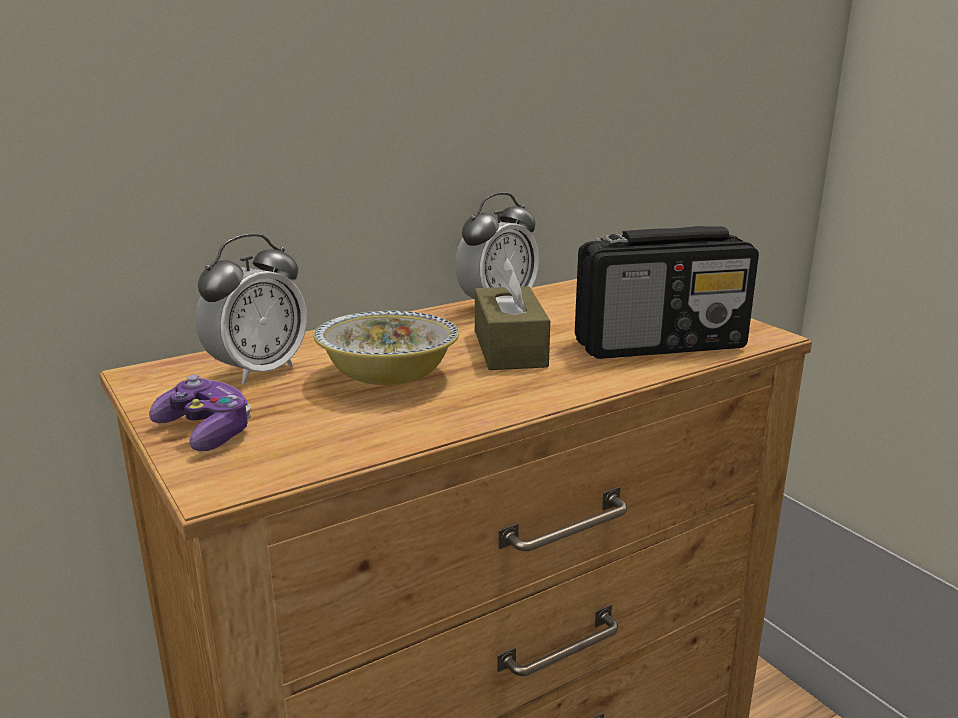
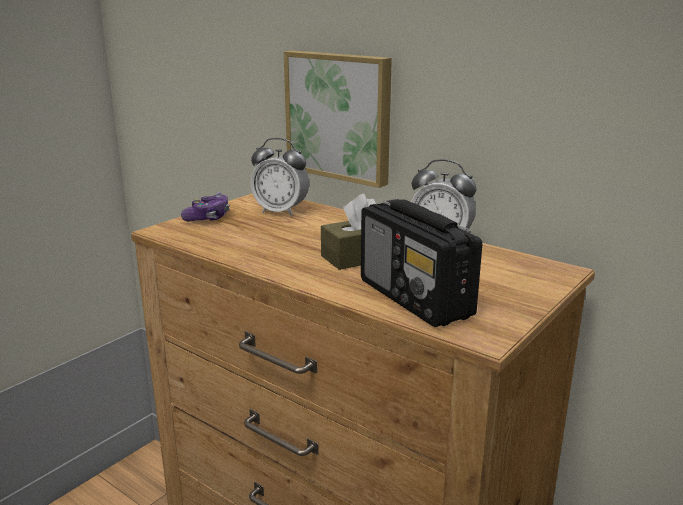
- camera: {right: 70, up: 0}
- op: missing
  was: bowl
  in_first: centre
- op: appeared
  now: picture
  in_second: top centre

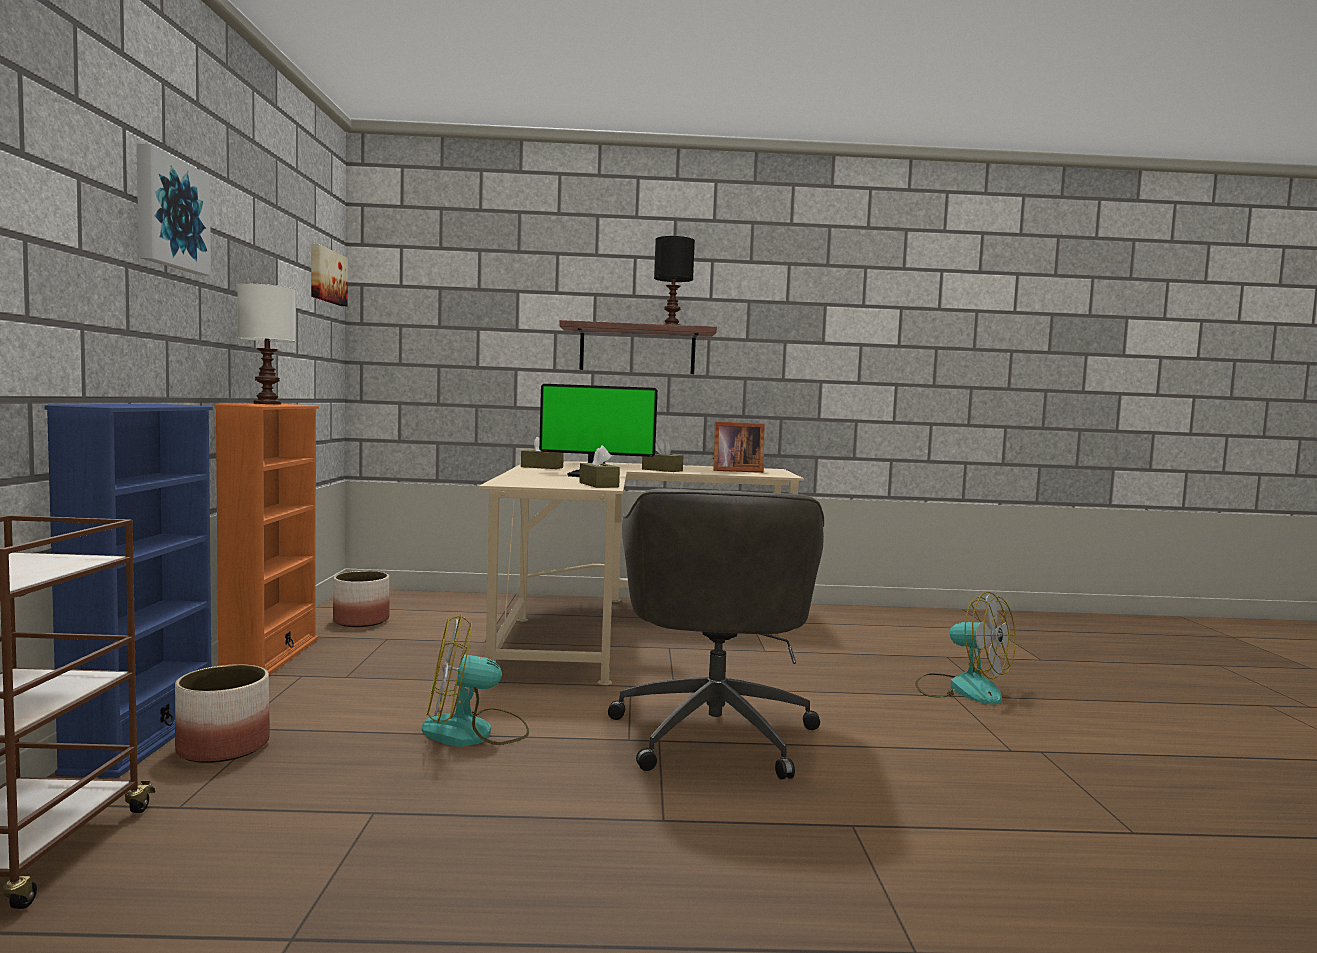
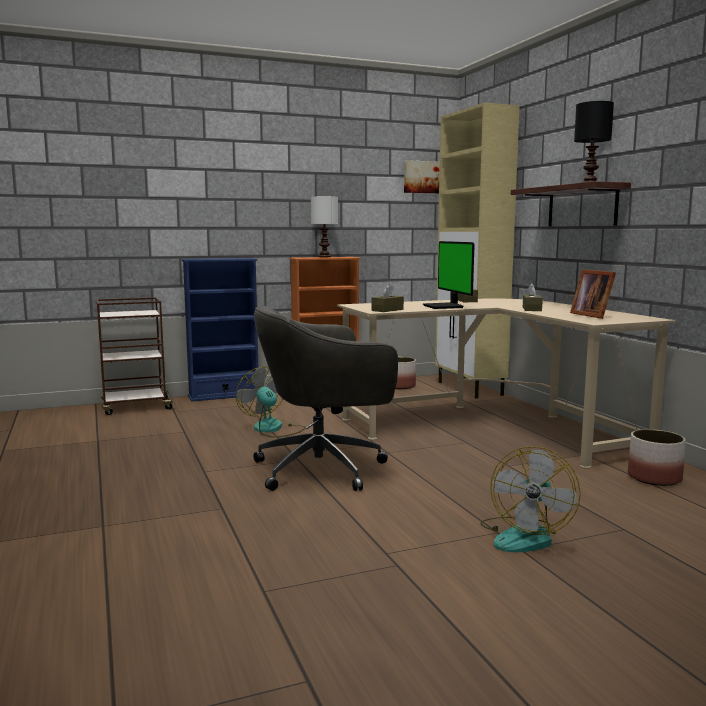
- camera: {right: 70, up: 5}
- op: missing
  was: picture (no. 1 from left)
  in_first: top left
- op: relocated
  was: planter (no. 1 from left in the first image)
  now: planter (no. 2 from left)
  in_first: bottom left
  in_second: middle right
- op: appeared
  now: beige cabinet
  in_second: middle right

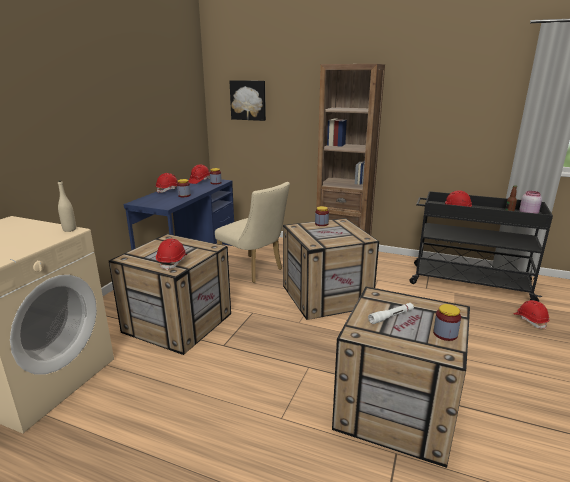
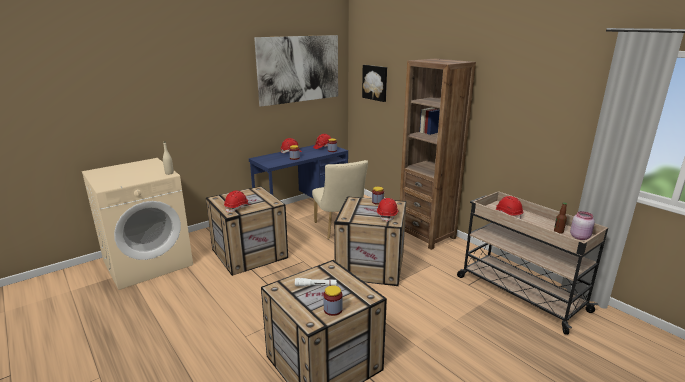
- camera: {right: 30, up: 0}
- op: colour
  was: black cart
  now: beige cart
  in_first: middle right
  in_second: bottom right
- op: relocated
  was: red hard hat (no. 5 from left in the first image)
  now: red hard hat (no. 4 from left)
  in_first: middle right
  in_second: centre
- op: appeared
  now: picture (no. 1 from left)
  in_second: top centre

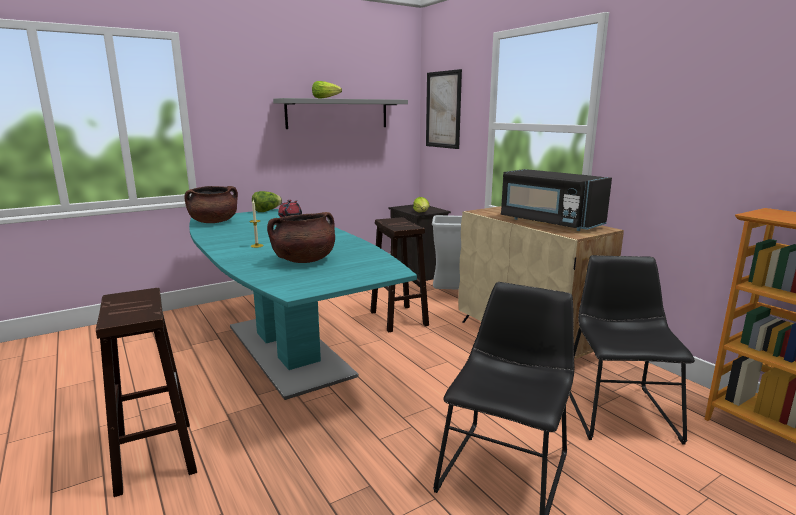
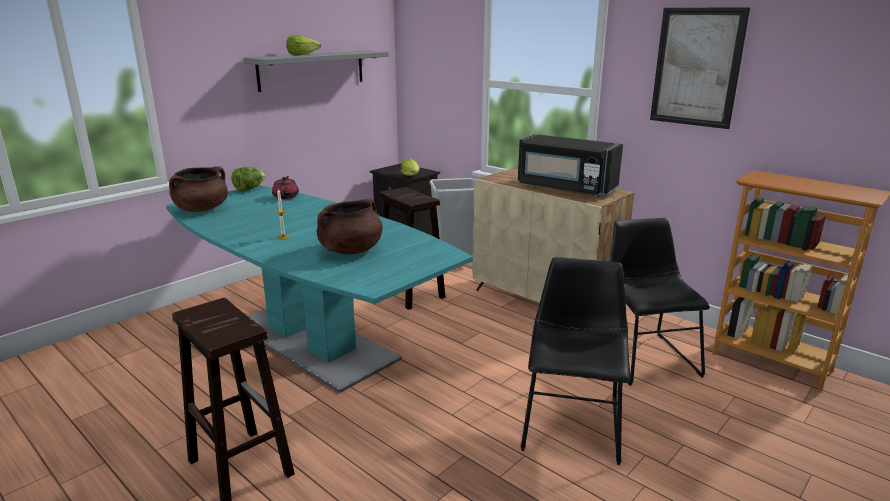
- camera: {right: -15, up: 5}
- op: relocated
  was: picture
  in_first: top centre
  in_second: top right

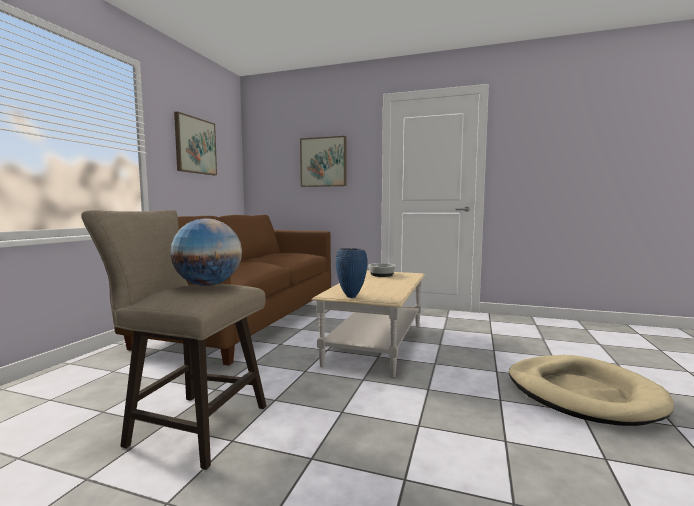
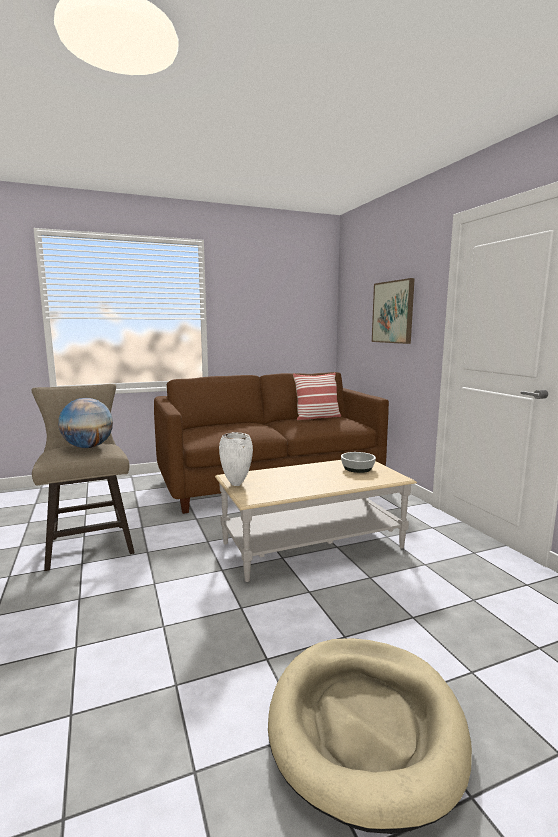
- camera: {right: 50, up: 5}
- op: missing
  was: picture (no. 1 from left)
  in_first: top left
- op: colour
  was: blue vase
  now: white vase
  in_first: centre
  in_second: centre
- op: appeared
  now: pillow
  in_second: centre

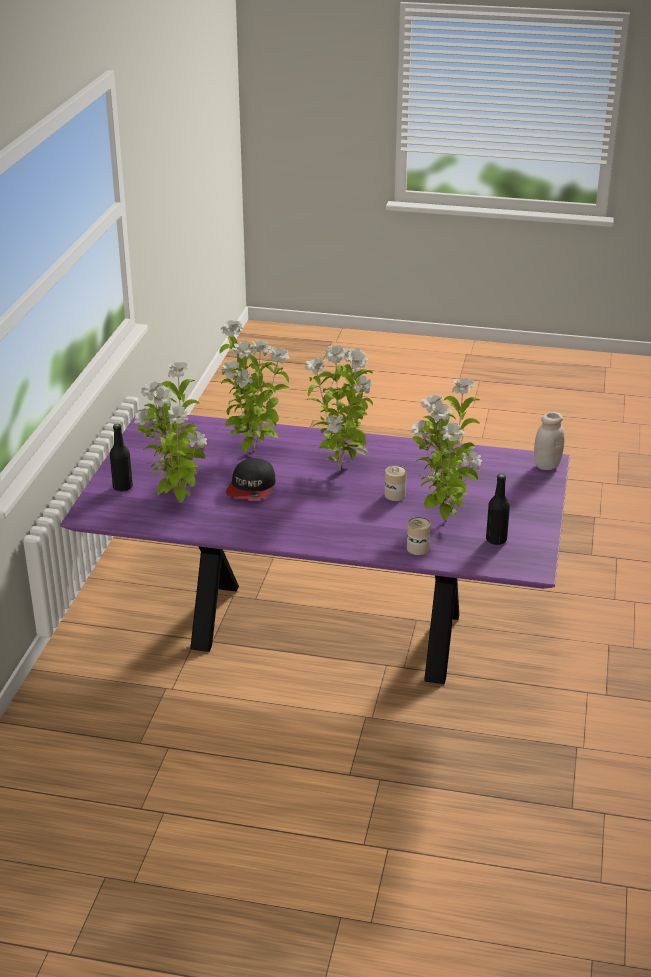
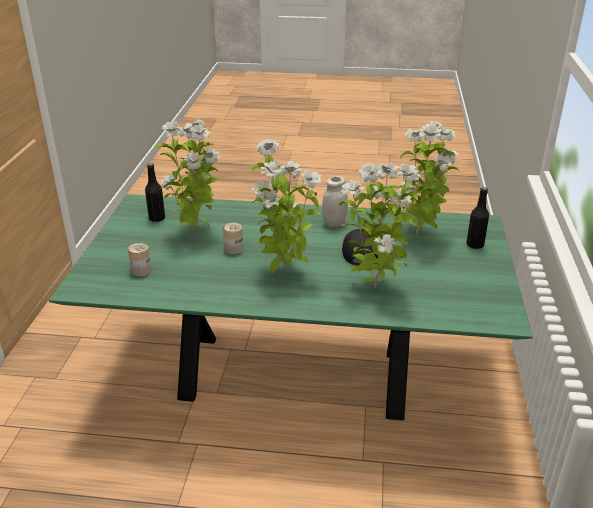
- camera: {right: 175, up: 0}
- op: colour
  was: purple dining table
  now: green dining table
  in_first: centre
  in_second: centre
- op: relocated
  was: white jar
  in_first: middle right
  in_second: centre
- op: relocated
  was: can (no. 2 from left in the first image)
  now: can (no. 1 from left)
  in_first: centre
  in_second: middle left

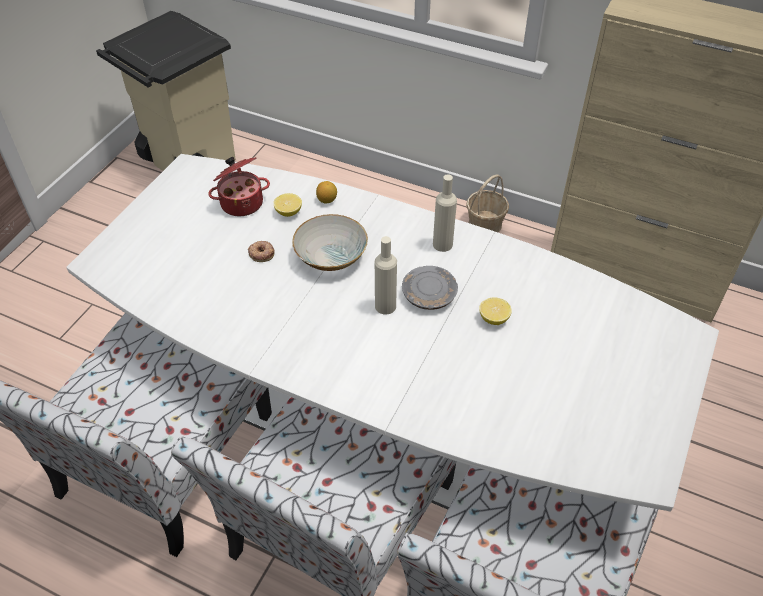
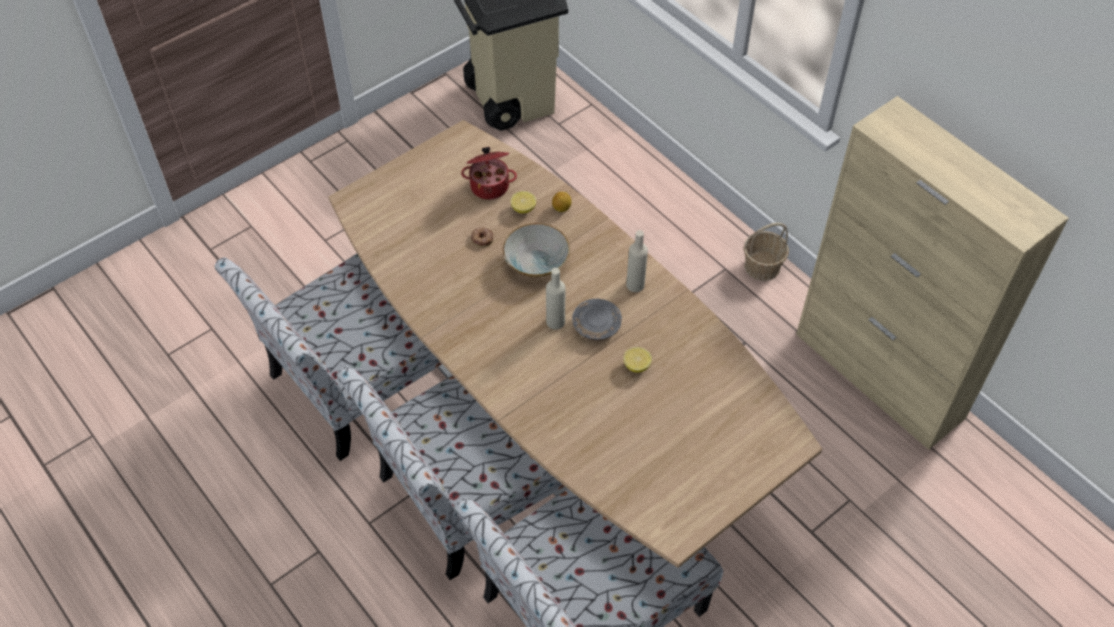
- camera: {right: 25, up: 5}
- op: colour
  was: white dining table
  now: brown dining table
  in_first: centre
  in_second: centre

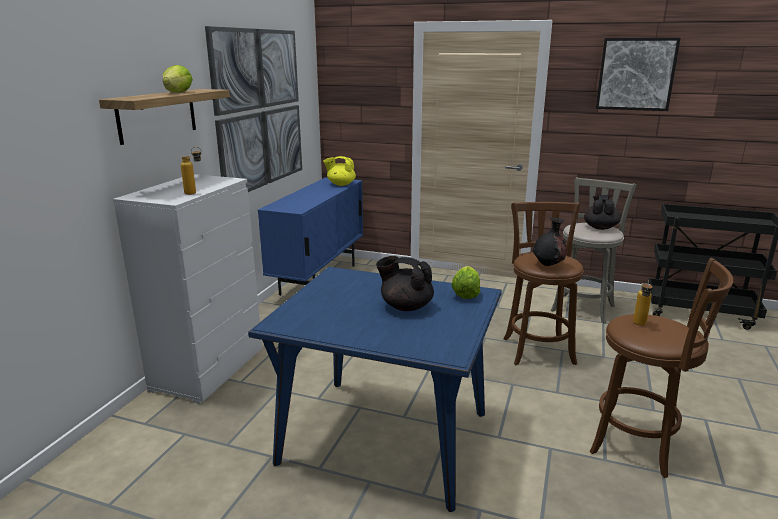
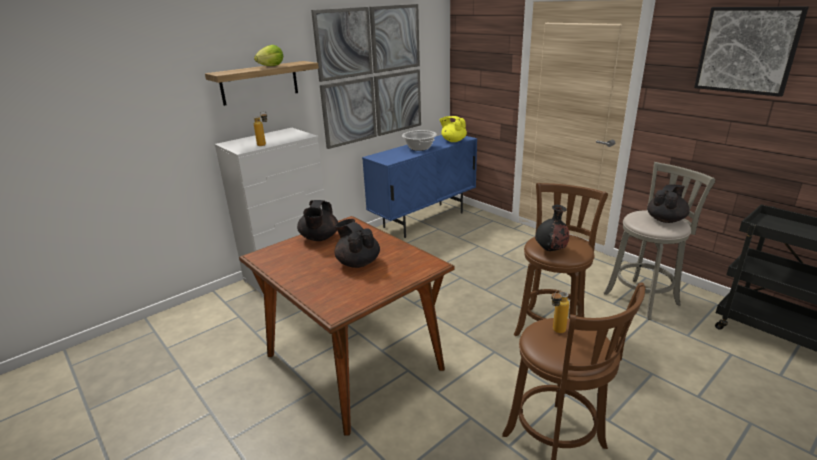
- camera: {right: 30, up: 5}
- op: missing
  was: lettuce (no. 2 from left)
  in_first: centre
- op: colour
  was: blue dining table
  now: brown dining table
  in_first: bottom centre
  in_second: bottom centre
- op: appeared
  now: cooking pot
  in_second: top centre
- op: appeared
  now: black teapot (no. 1 from left)
  in_second: centre

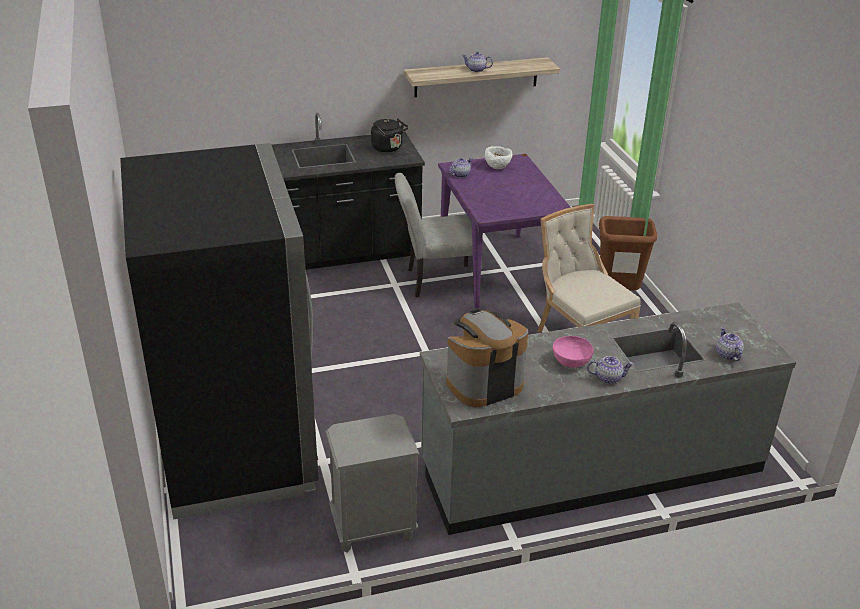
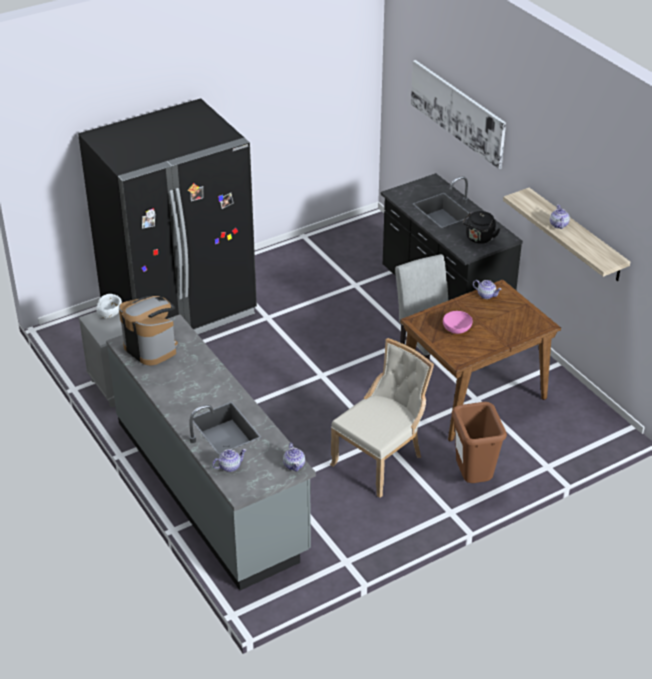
- camera: {right: 75, up: 5}
- op: relocated
  was: white bowl
  in_first: top centre
  in_second: middle left
- op: colour
  was: purple dining table
  now: brown dining table
  in_first: centre
  in_second: middle right
- op: relocated
  was: pink bowl
  in_first: centre
  in_second: middle right
- op: relocated
  was: teapot (no. 3 from left in the first image)
  now: teapot (no. 2 from left)
  in_first: middle right
  in_second: bottom centre
- op: appeared
  now: picture
  in_second: top right

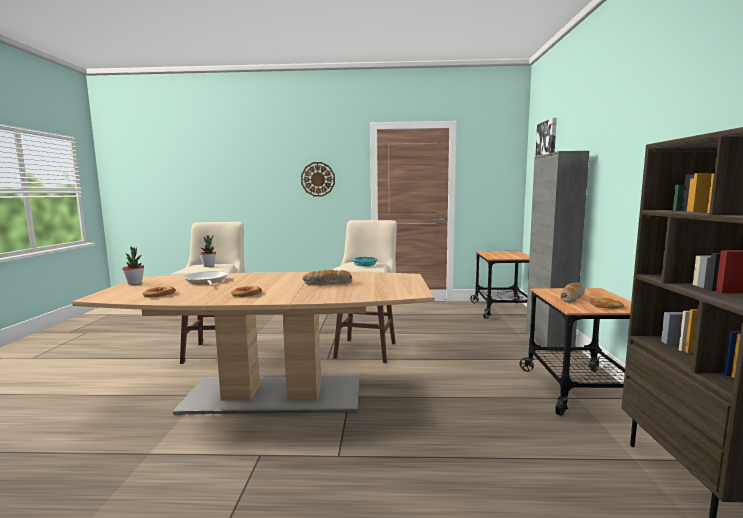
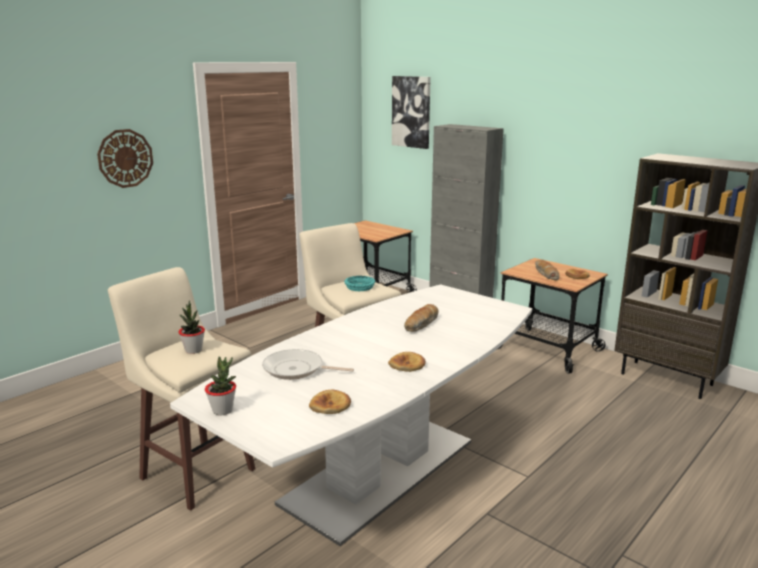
- camera: {right: -50, up: 10}
- op: colour
  was: brown dining table
  now: white dining table
  in_first: centre
  in_second: bottom centre

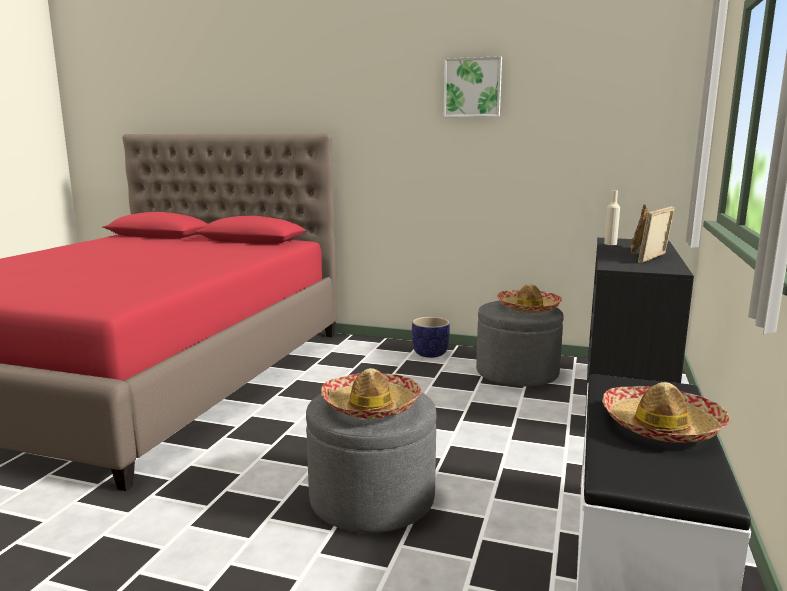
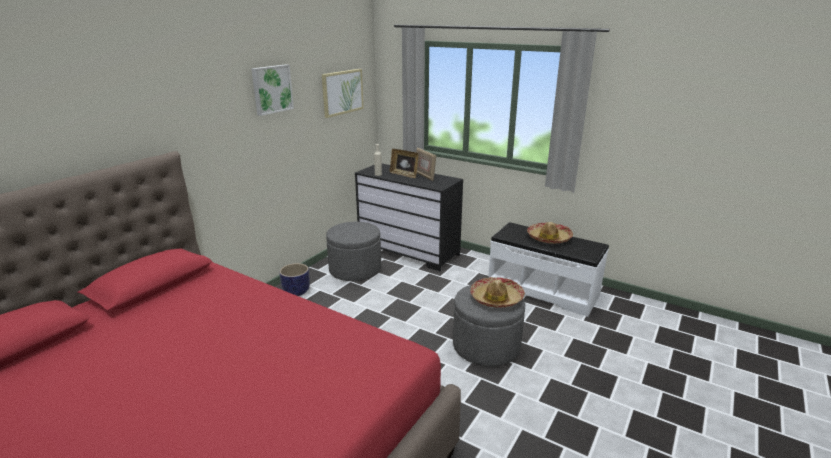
- camera: {right: -75, up: 10}
- op: missing
  was: hat (no. 2 from left)
  in_first: middle right
- op: appeared
  now: picture (no. 2 from left)
  in_second: top centre

